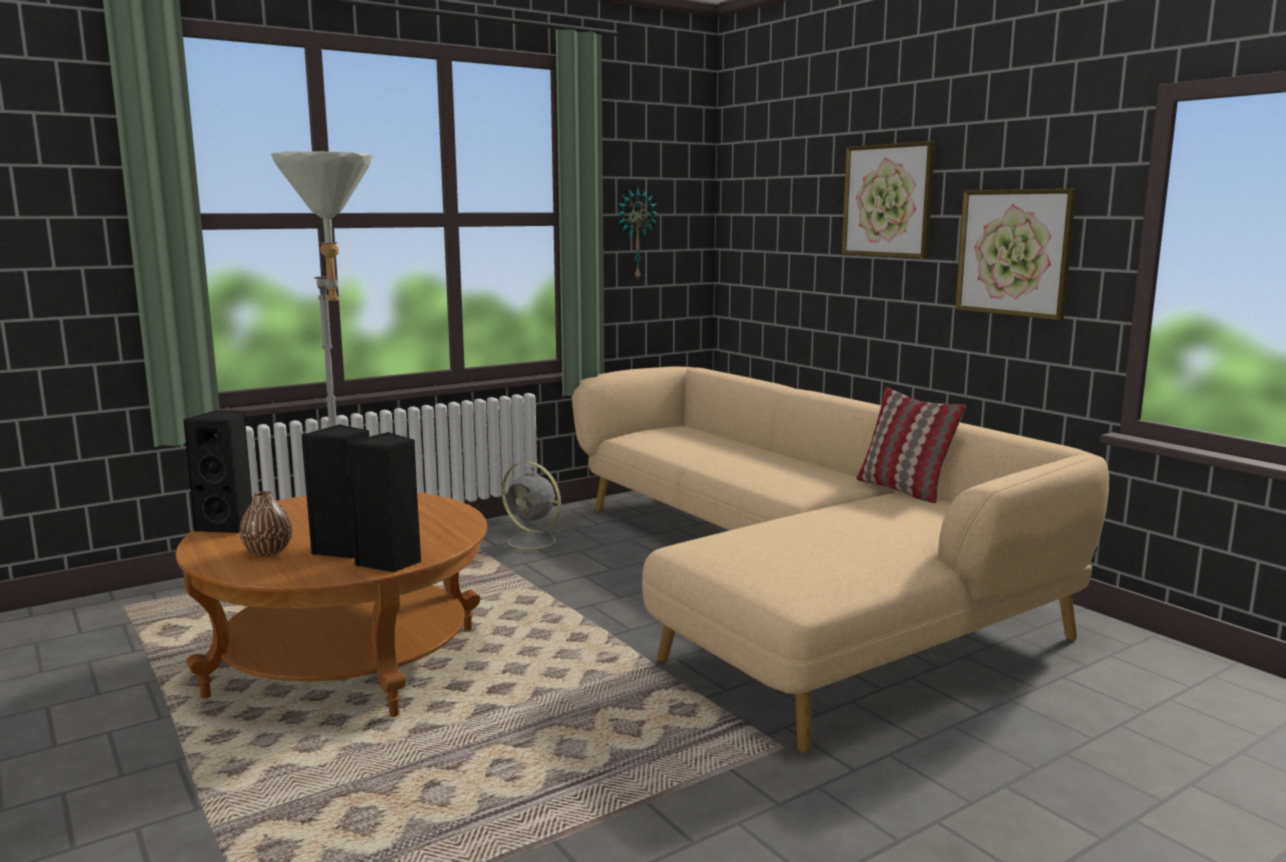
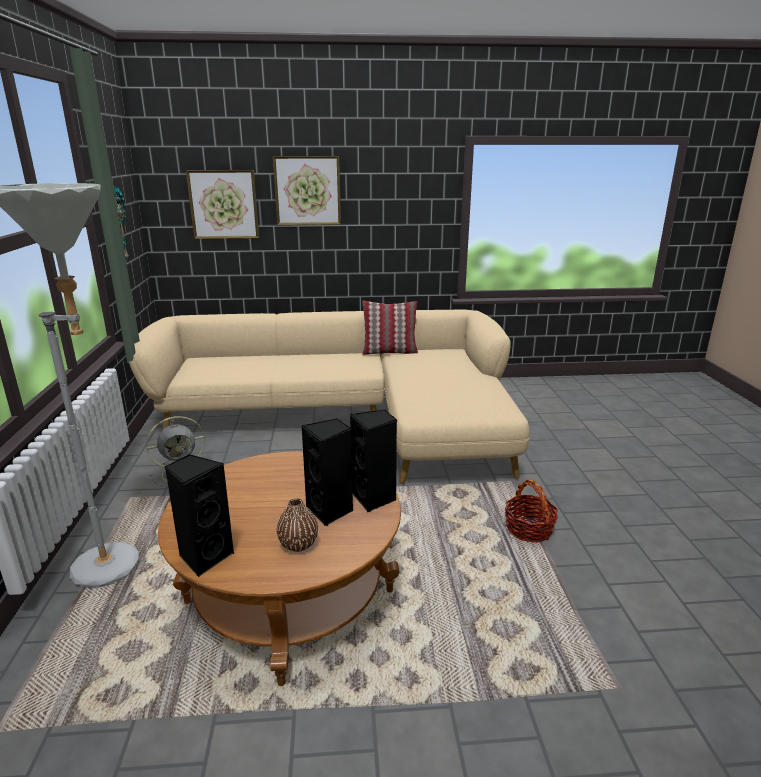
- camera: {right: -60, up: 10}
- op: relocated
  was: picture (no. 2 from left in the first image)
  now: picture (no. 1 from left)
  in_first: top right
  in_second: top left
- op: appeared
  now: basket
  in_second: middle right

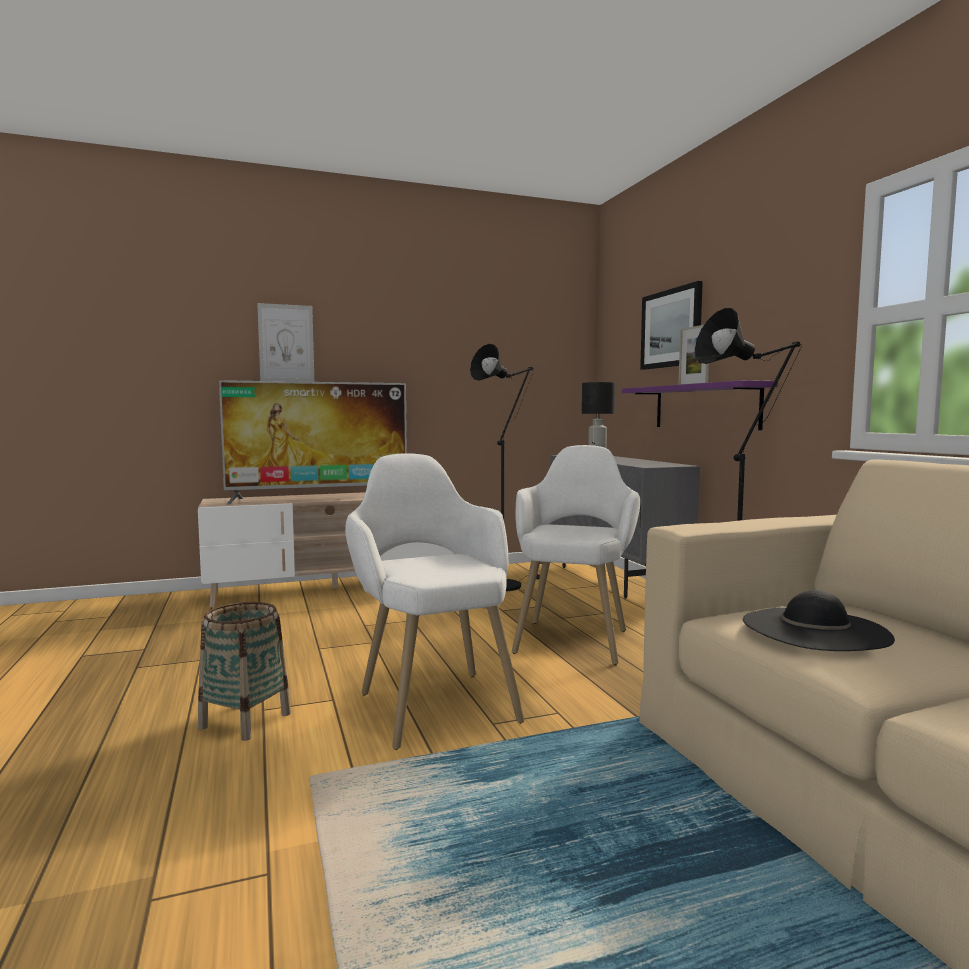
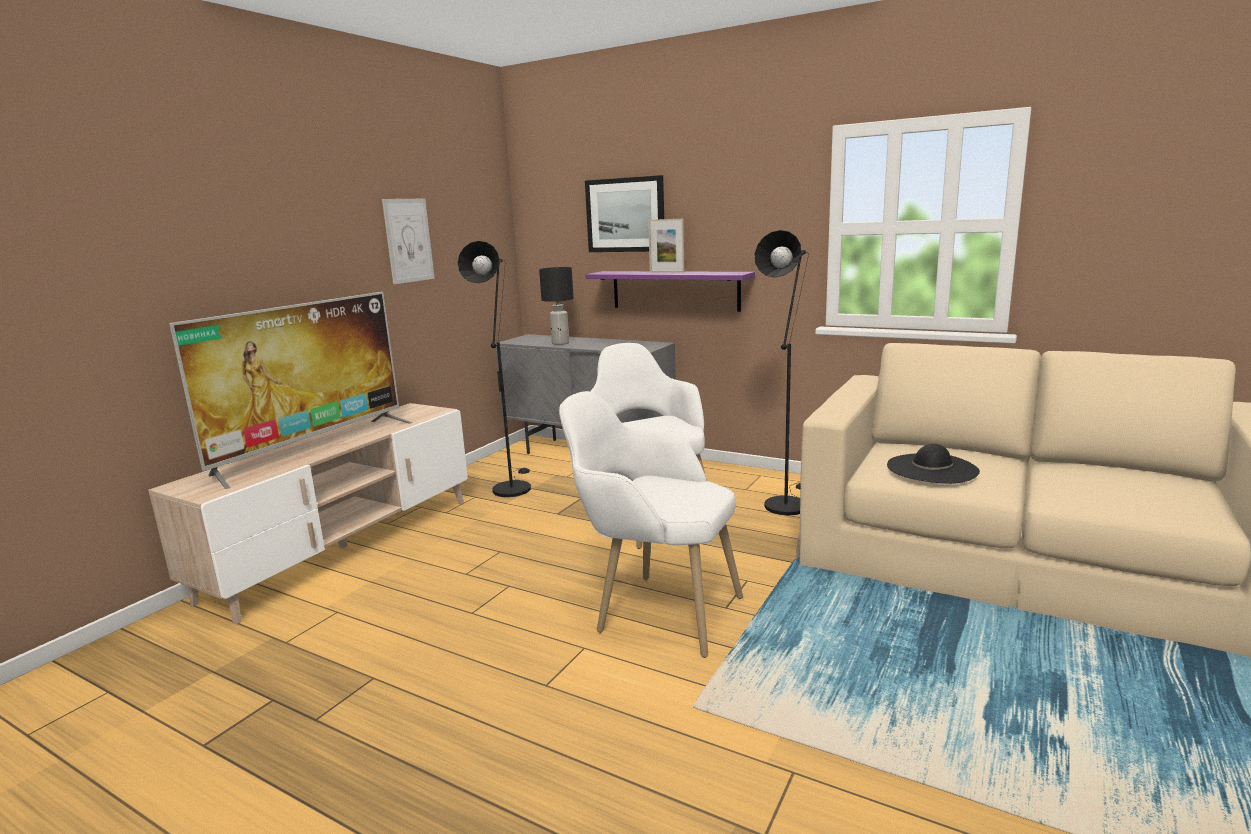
- camera: {right: -40, up: 10}
- op: relocated
  was: picture (no. 1 from left)
  in_first: middle left
  in_second: top left
- op: missing
  was: basket
  in_first: bottom left

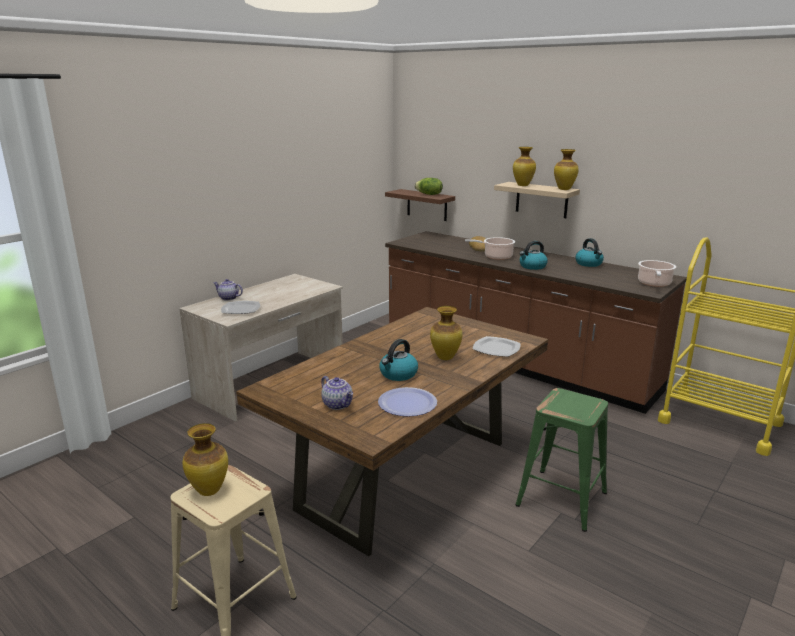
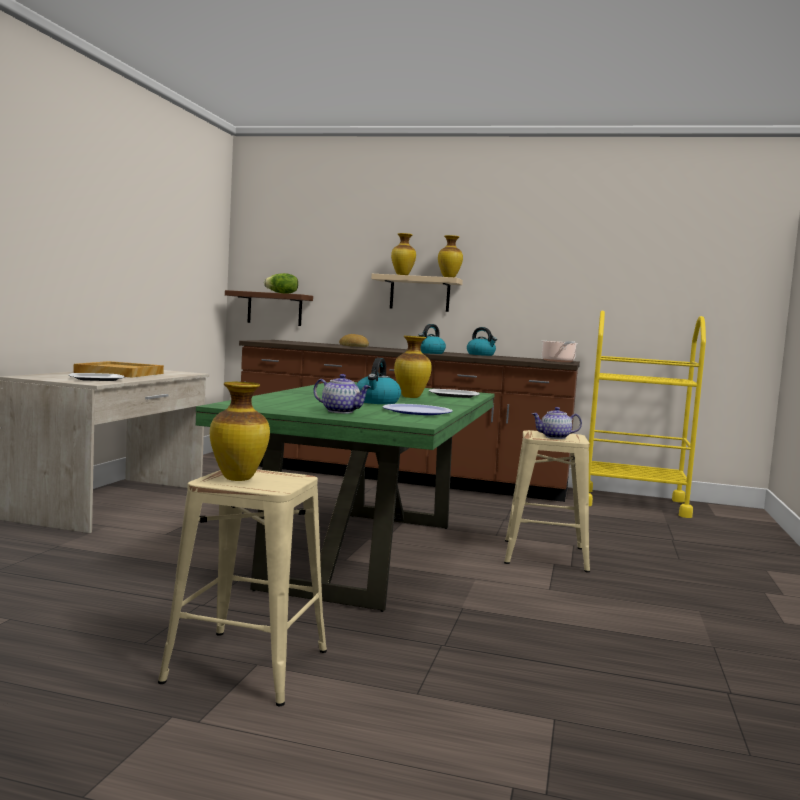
- camera: {right: -25, up: -15}
- op: missing
  was: cooking pot (no. 1 from left)
  in_first: centre
- op: relocated
  was: teapot (no. 1 from left in the first image)
  now: teapot (no. 2 from left)
  in_first: middle left
  in_second: middle right
- op: colour
  was: brown dining table
  now: green dining table
  in_first: bottom centre
  in_second: centre
- op: colour
  was: green stool
  now: beige stool (no. 2 from left)
  in_first: bottom right
  in_second: middle right
- op: appeared
  now: beige tray
  in_second: middle left

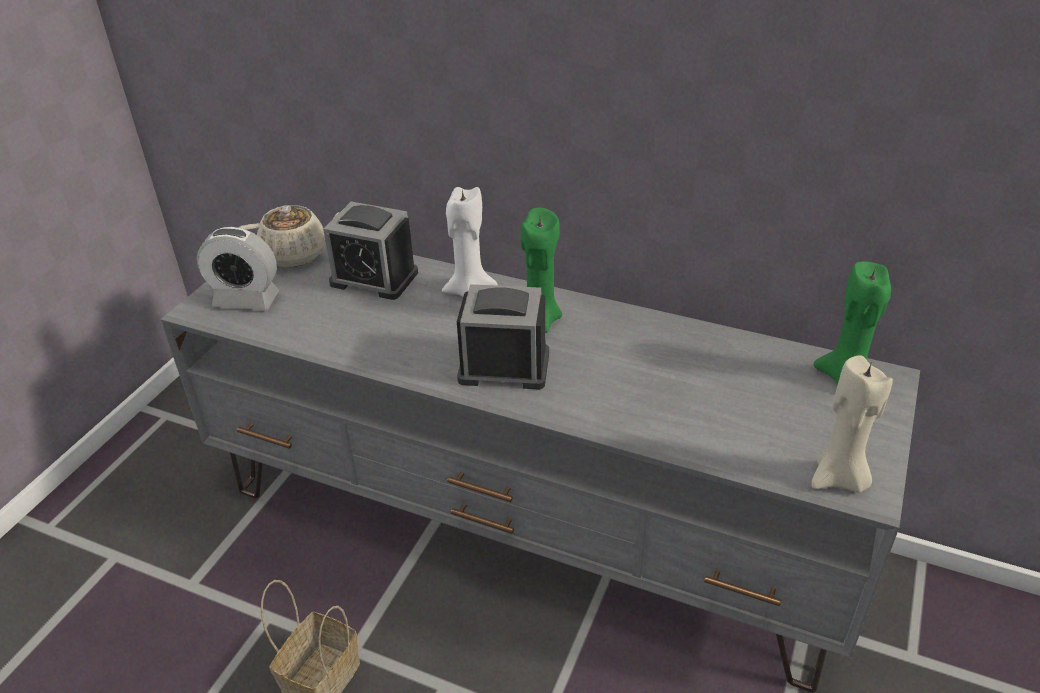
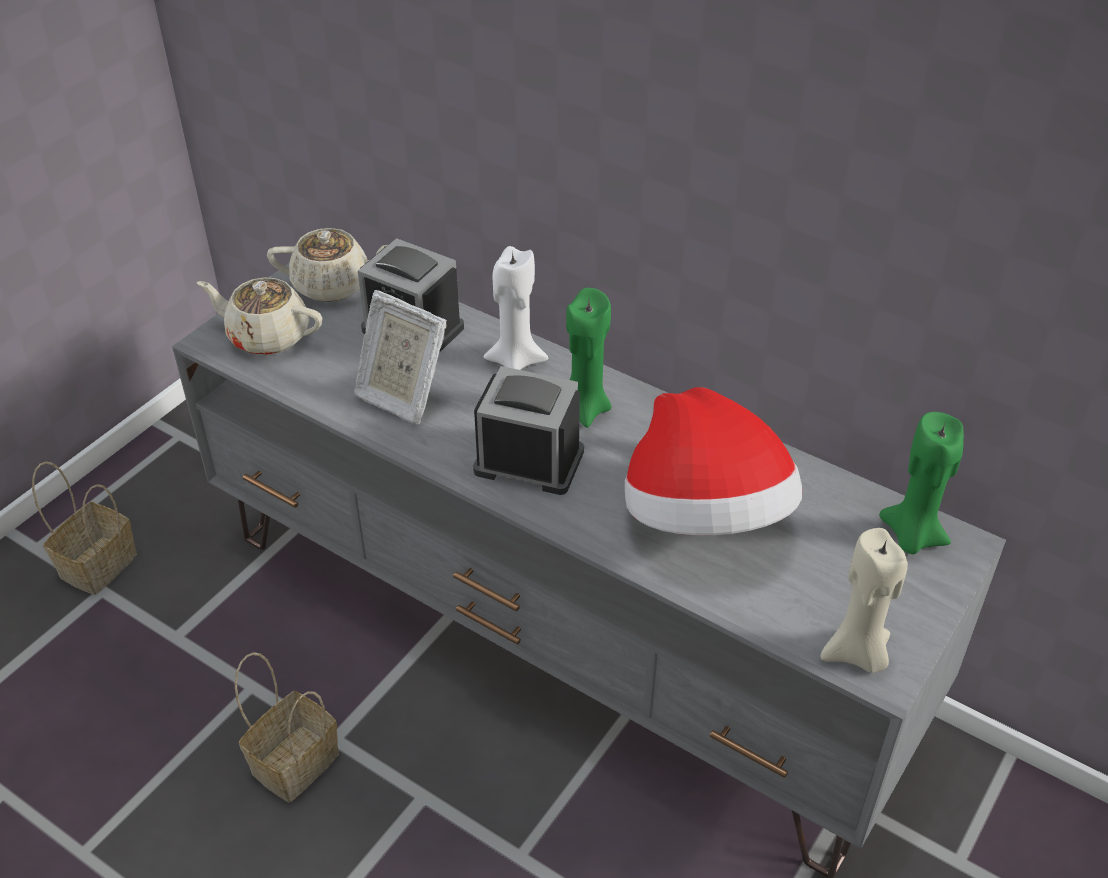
- camera: {right: 10, up: 5}
- op: exchanged
  was: alarm clock (no. 1 from left)
  now: beige teapot (no. 1 from left)
  in_first: middle left
  in_second: middle left
- op: appeared
  now: picture frame
  in_second: centre
- op: appeared
  now: hat
  in_second: centre
- op: appeared
  now: basket (no. 1 from left)
  in_second: middle left

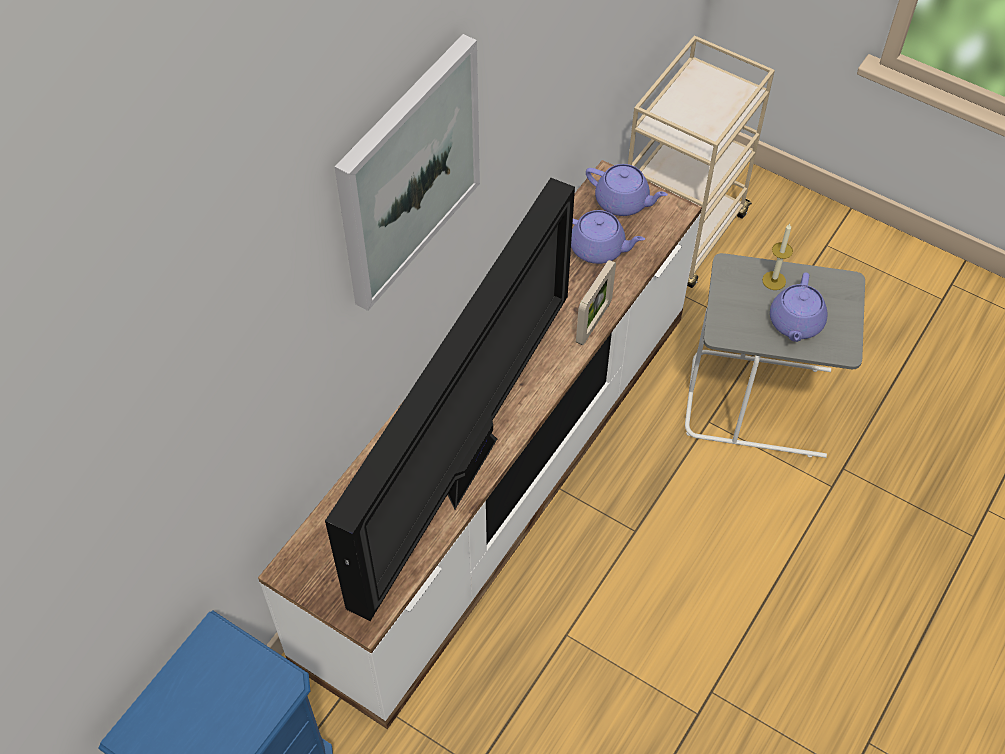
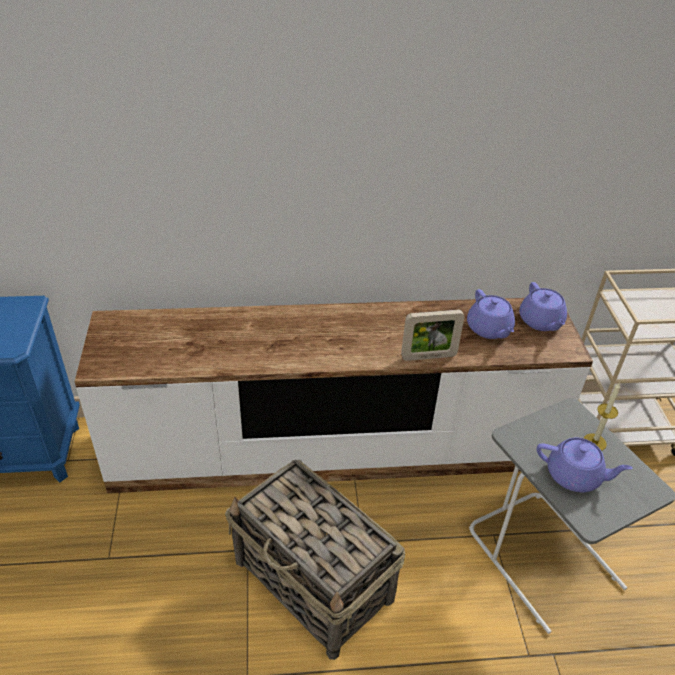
- camera: {right: 50, up: -15}
- op: missing
  was: picture
  in_first: top centre
- op: missing
  was: television
  in_first: centre
- op: spun
  was: purple teapot (no. 3 from left)
  in_first: middle right
  in_second: bottom right
  clockwise: -135
- op: appeared
  now: basket
  in_second: bottom centre

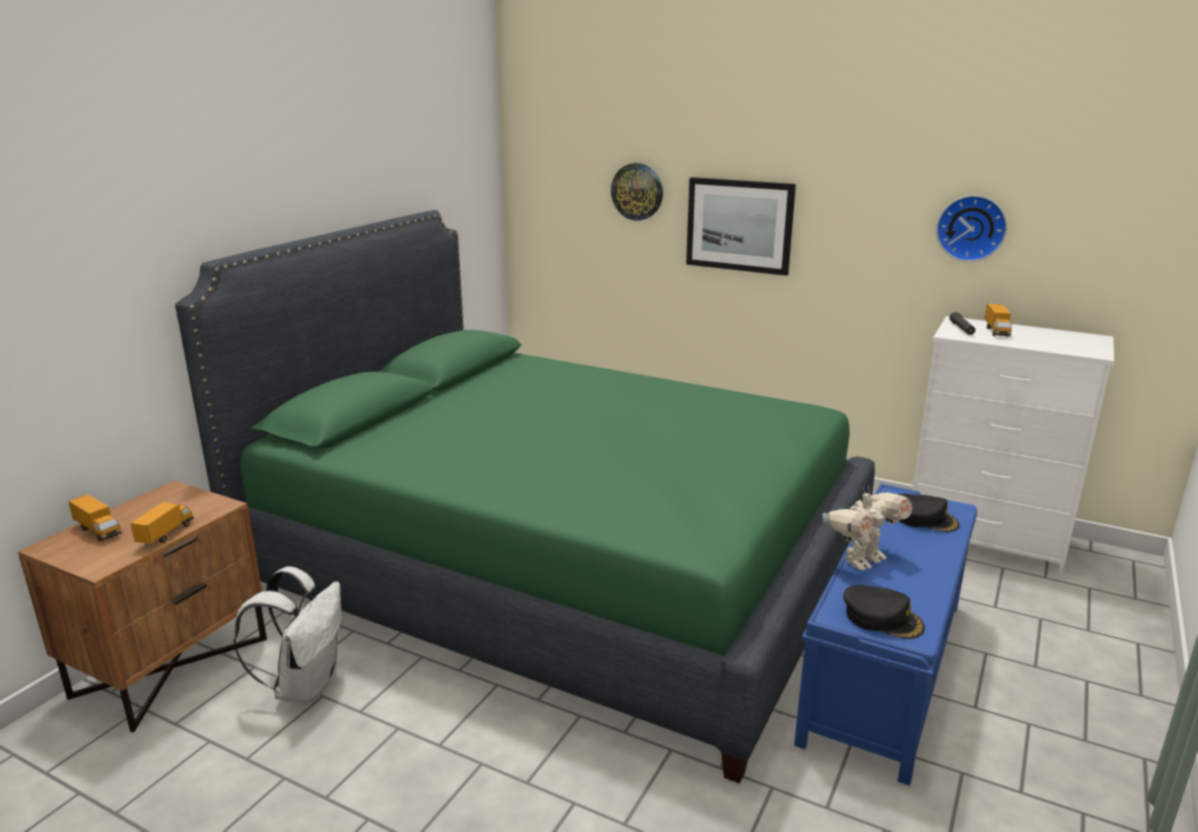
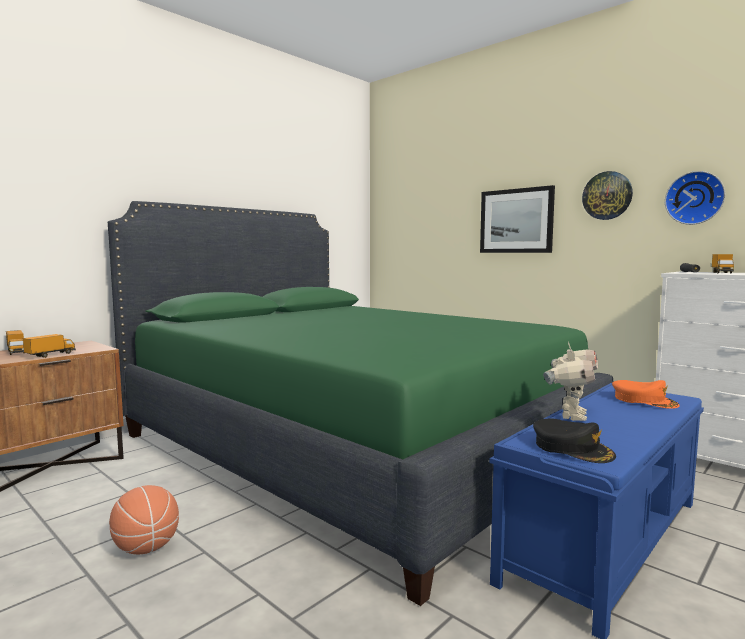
- camera: {right: 15, up: -15}
- op: relocated
  was: wall clock (no. 1 from left)
  in_first: top centre
  in_second: top right
- op: spun
  was: toy robot
  in_first: middle right
  in_second: middle right
  clockwise: -45
- op: colour
  was: black cap (no. 2 from left)
  now: orange cap
  in_first: middle right
  in_second: middle right
- op: missing
  was: white backpack
  in_first: bottom left
- op: appeared
  now: basketball
  in_second: bottom left

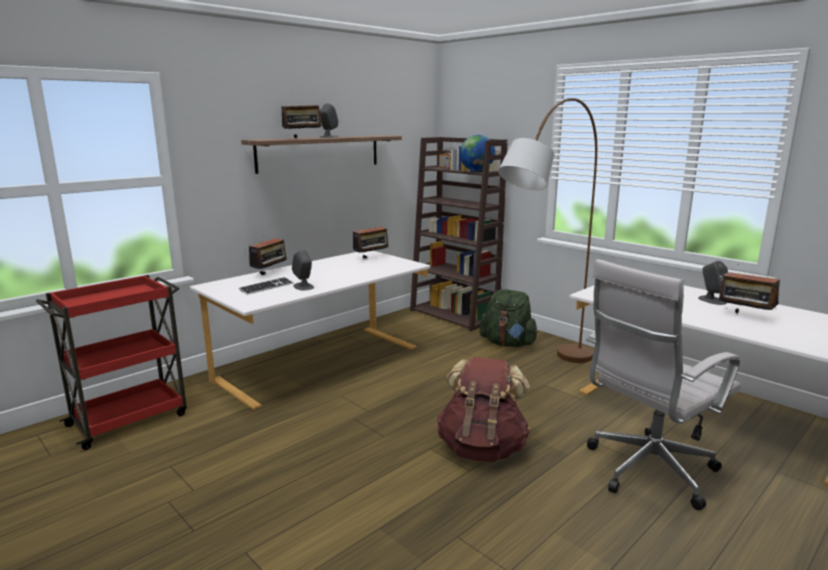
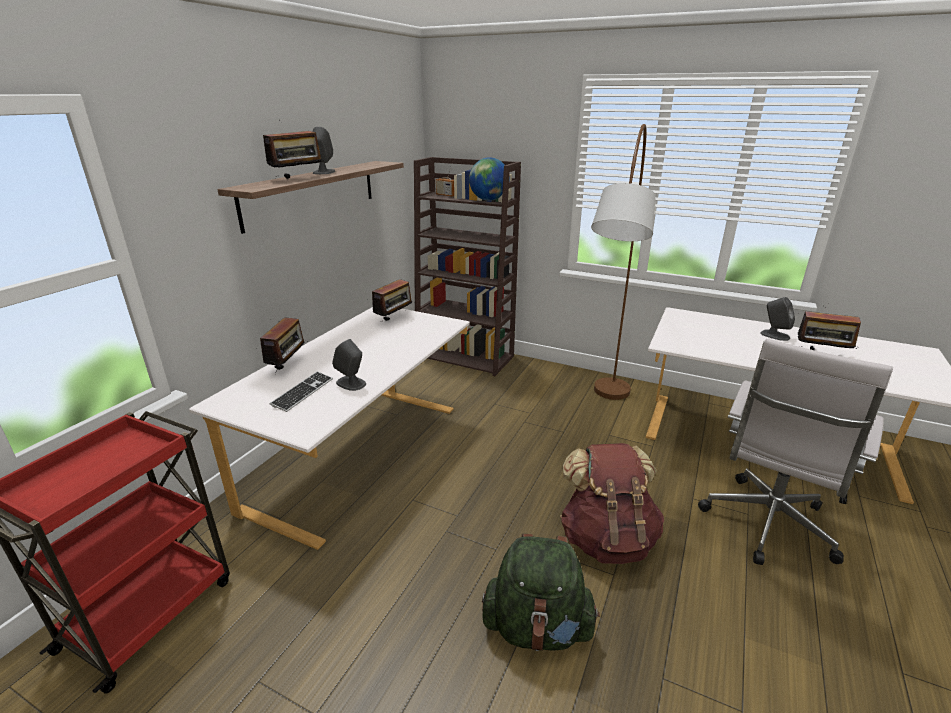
- camera: {right: -20, up: 10}
- op: relocated
  was: green backpack
  in_first: centre
  in_second: bottom centre

